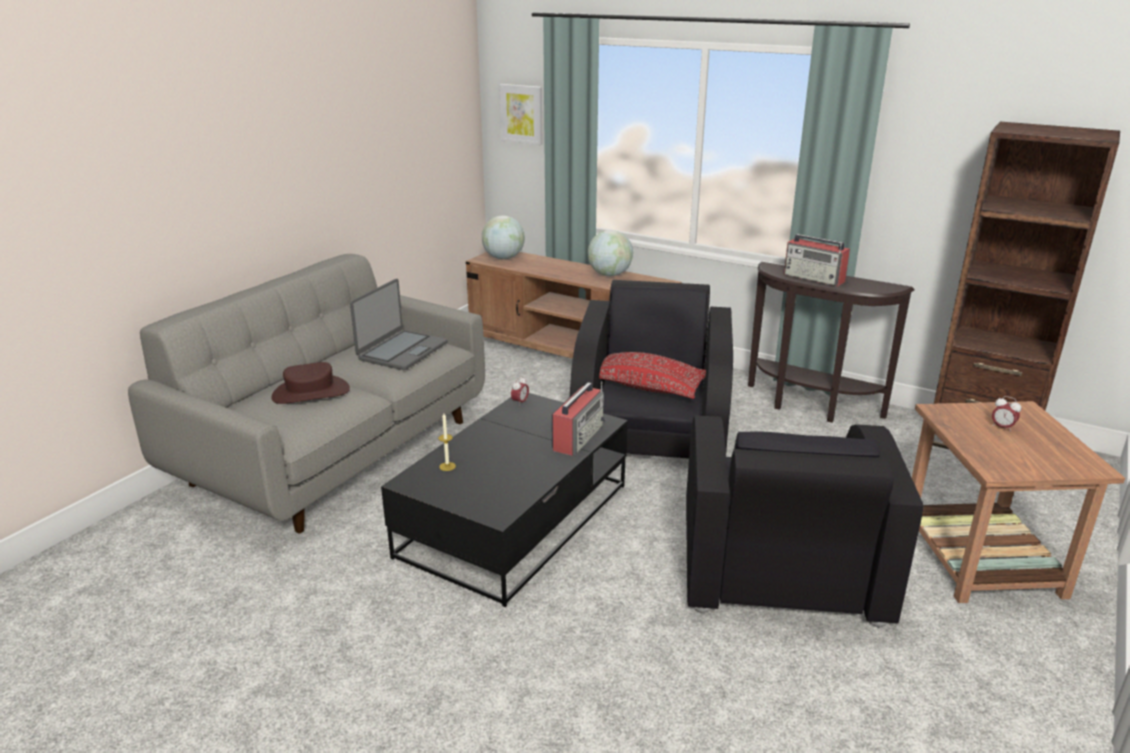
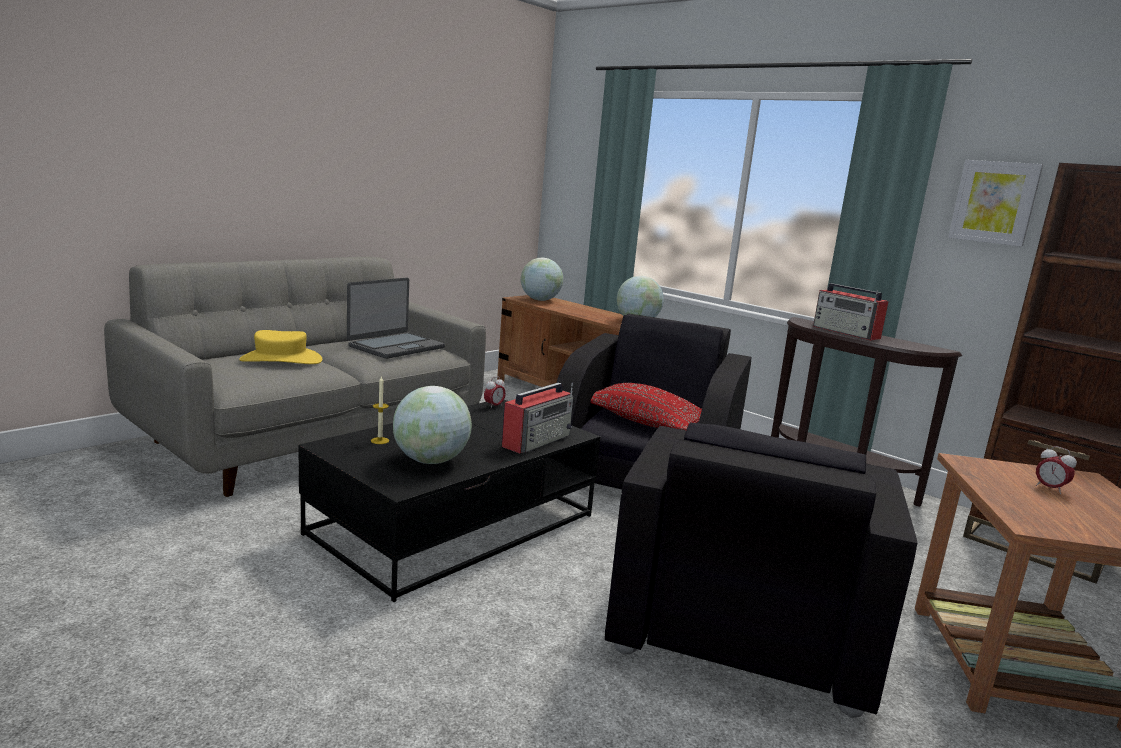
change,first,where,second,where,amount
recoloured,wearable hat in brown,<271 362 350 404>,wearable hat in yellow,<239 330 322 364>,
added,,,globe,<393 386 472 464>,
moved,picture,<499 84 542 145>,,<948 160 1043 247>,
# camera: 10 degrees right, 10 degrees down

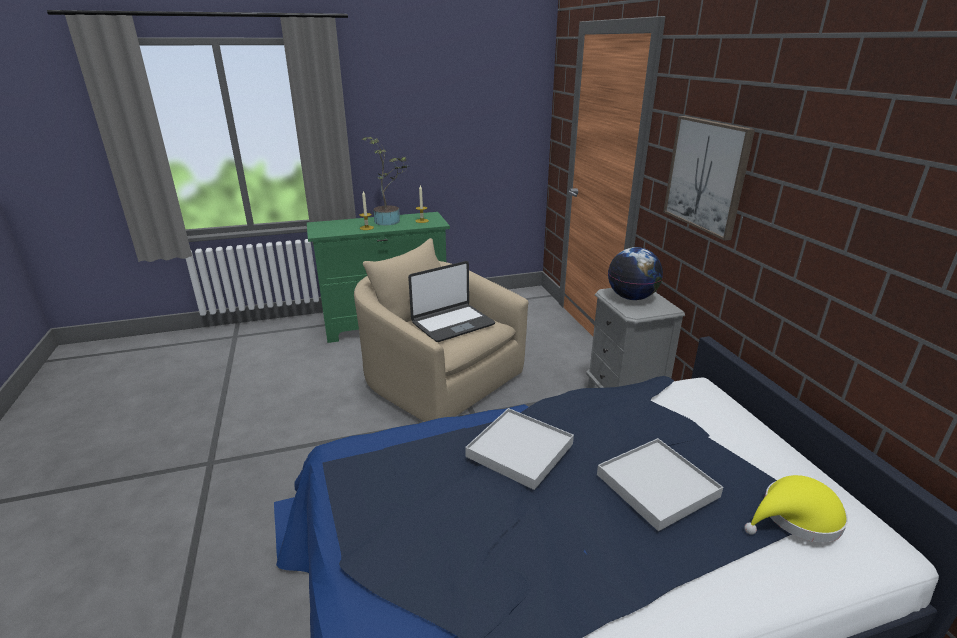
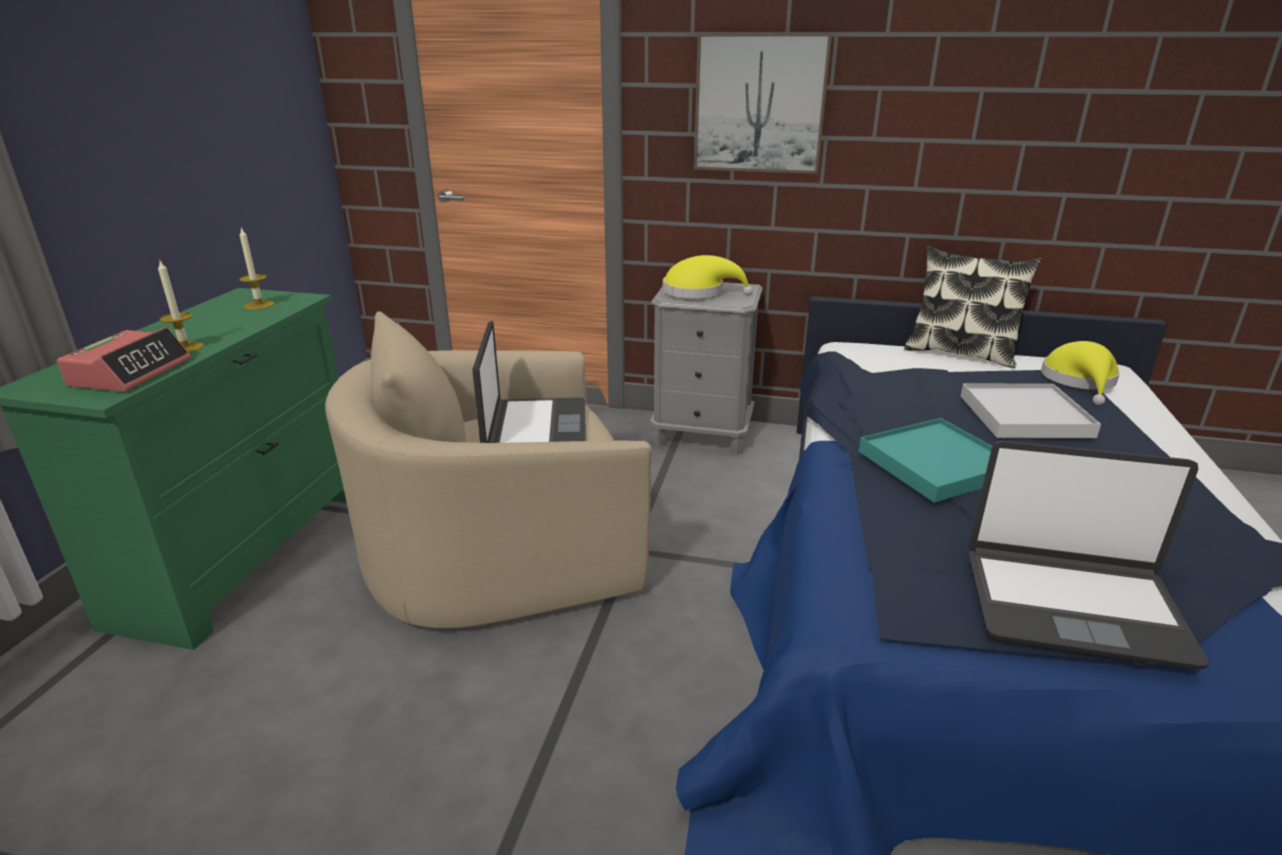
change,first,where,second,where,amount
added,,,alarm clock,<57 327 191 392>,
replaced,globe,<608 247 663 300>,wearable hat in yellow,<663 255 753 299>,
recoloured,tray in whitish,<465 408 574 490>,tray in turquoise-coloured,<859 418 993 503>,
added,,,cushion,<904 246 1041 368>,
added,,,laptop,<968 441 1209 670>,
removed,plant in a pot,<362 137 407 225>,,,
# camera: 60 degrees left, 0 degrees up

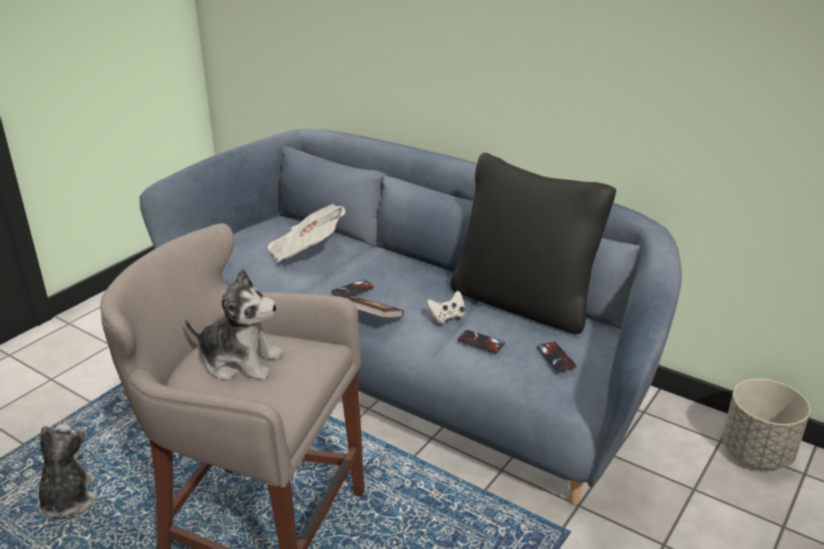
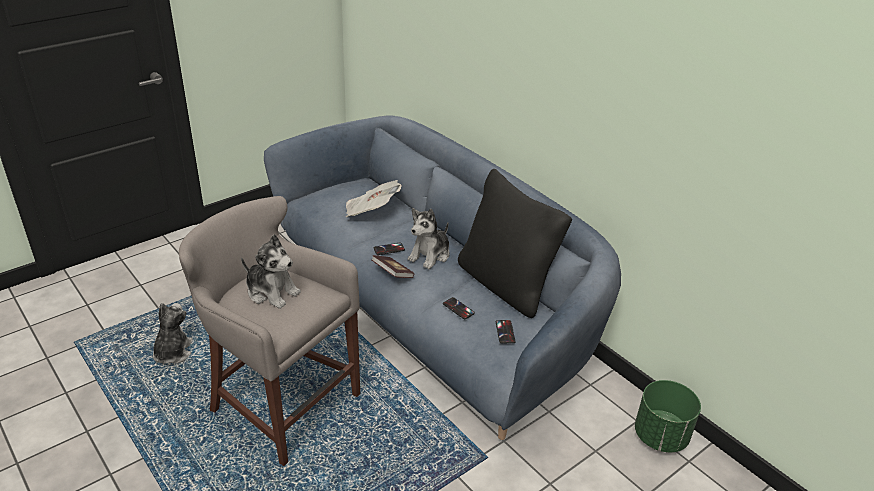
change,first,where,second,where,amount
added,,,soft toy,<407 208 449 269>,
recoloured,flower pot in greyish,<722 379 810 469>,flower pot in greenish,<635 380 701 453>,
removed,gamepad in whitish,<426 291 465 323>,,,
# camera: 15 degrees right, 5 degrees up

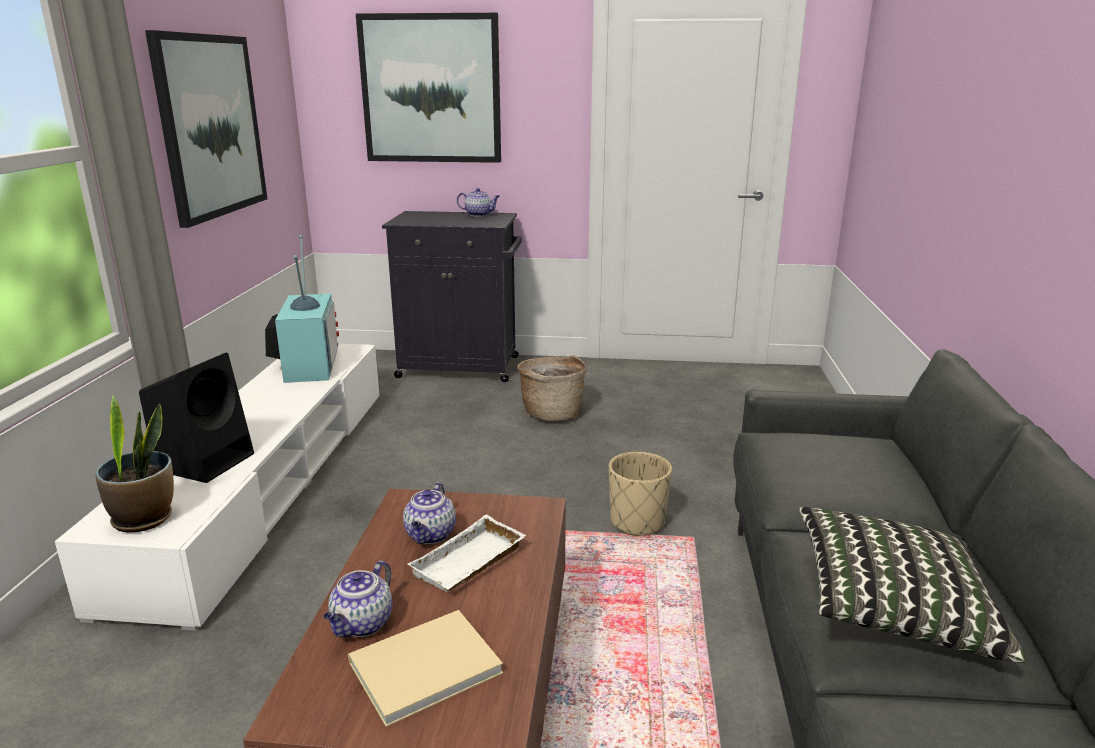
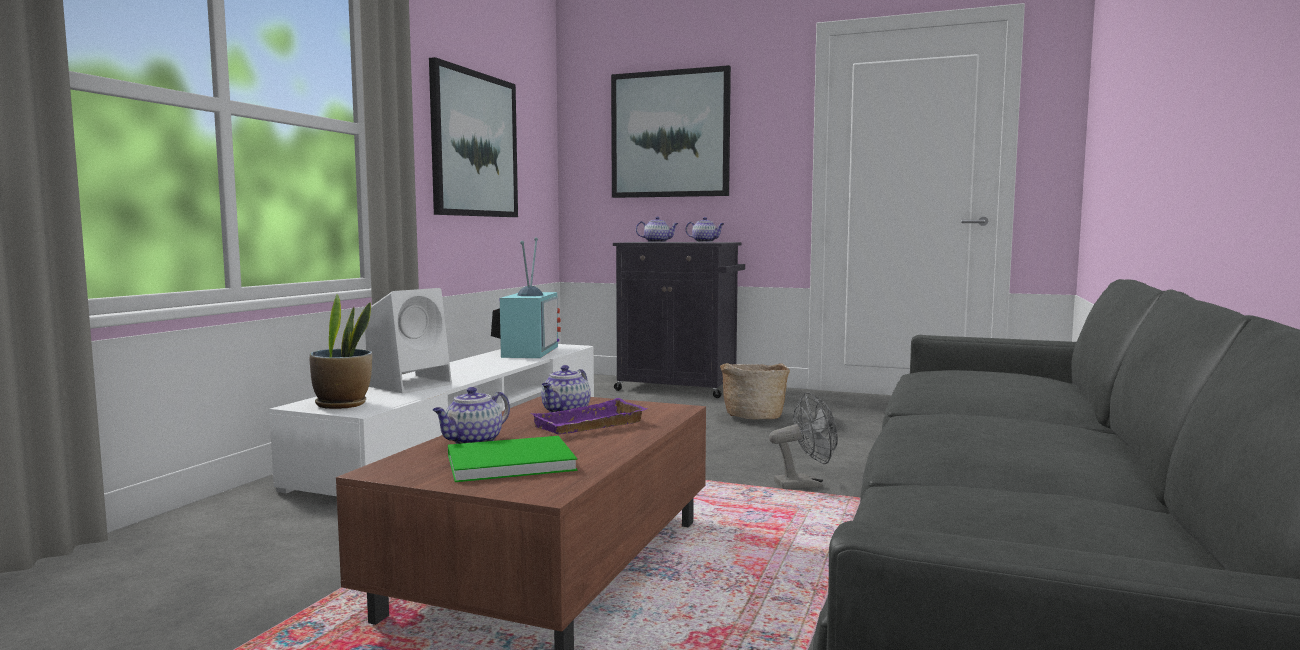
change,first,where,second,where,amount
recoloured,speaker in blackish,<139 352 254 483>,speaker in whitish,<365 288 452 394>,
recoloured,volume in beige,<348 610 503 727>,volume in greenish,<448 436 577 482>,
recoloured,tray in whitish,<407 515 526 592>,tray in purple,<530 398 647 434>,
added,,,teapot,<636 216 679 242>,
replaced,flower pot in beige,<609 452 672 536>,fan in greyish,<769 392 838 489>,
removed,cushion,<799 507 1026 663>,,,
# camera: 15 degrees right, 15 degrees down

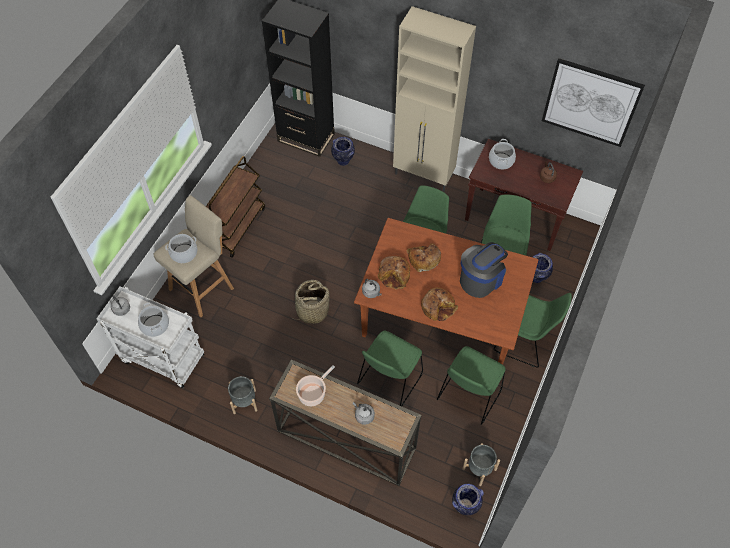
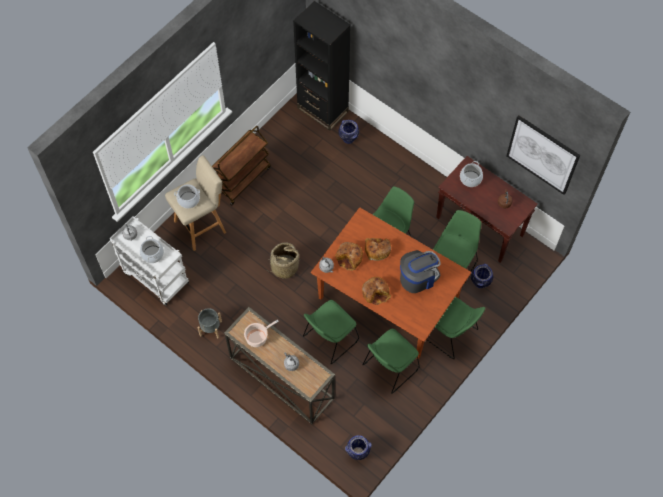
change,first,where,second,where,amount
removed,storage cabinet in beige,<393 6 476 192>,,,
removed,flower pot in greyish,<462 443 500 486>,,,
# camera: 15 degrees right, 5 degrees up

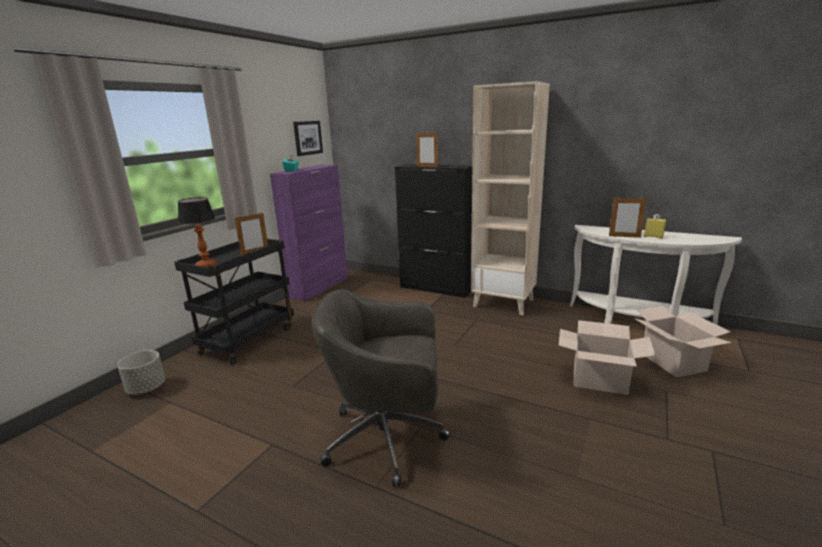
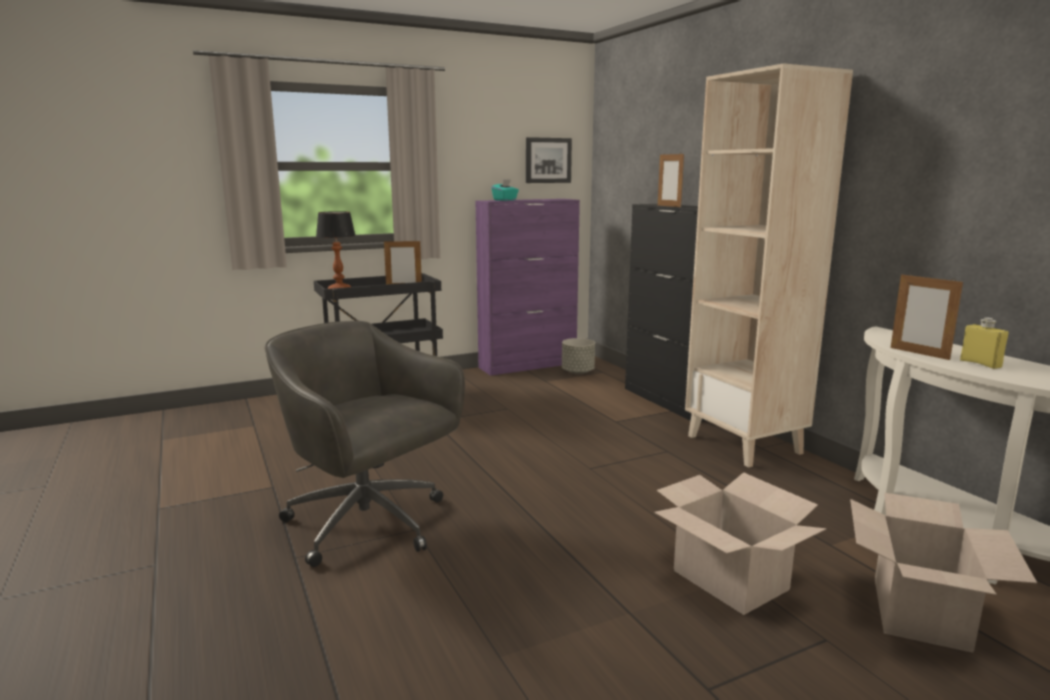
change,first,where,second,where,amount
moved,flower pot in greyish,<117 350 165 394>,,<562 338 595 374>,
# camera: 35 degrees right, 5 degrees down

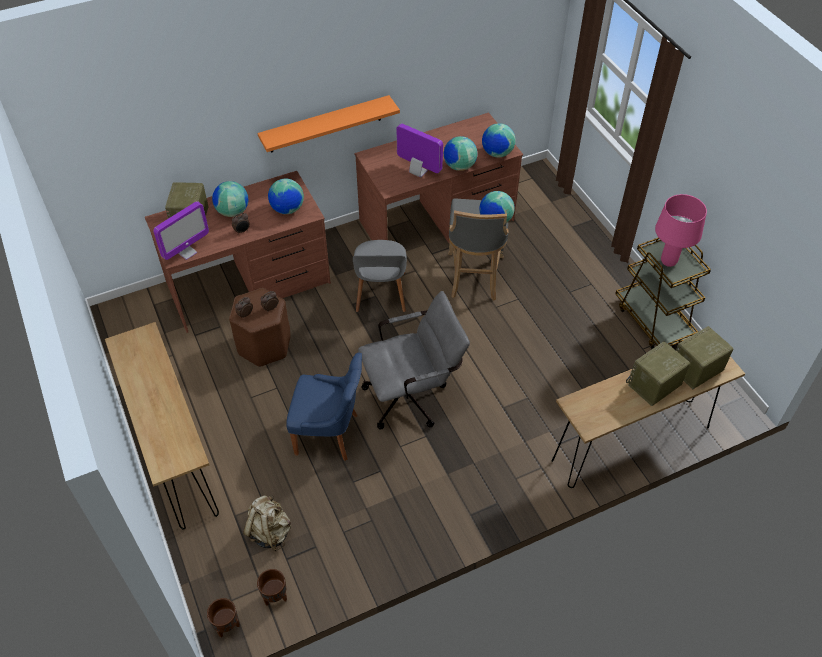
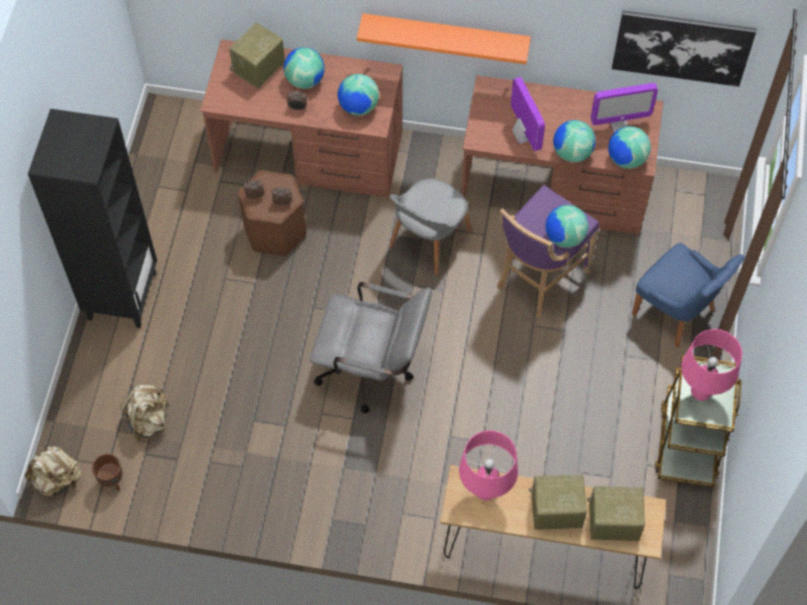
change,first,where,second,where,amount
replaced,flower pot in brown,<207 598 240 638>,knapsack in beige,<25 446 82 496>,
replaced,narrow table in brown,<105 322 219 530>,bookcase in blackish,<28 109 157 328>,
added,,,tabletop lamp in pink,<459 430 518 501>,
recoloured,sitting stool in greyish,<448 198 508 301>,sitting stool in purple,<497 185 599 317>,
moved,monitor,<153 201 209 260>,,<591 83 658 132>,
added,,,picture,<612 11 756 87>,
moved,chair in blue,<286 353 362 461>,,<632 243 745 347>,
# camera: 35 degrees right, 10 degrees up

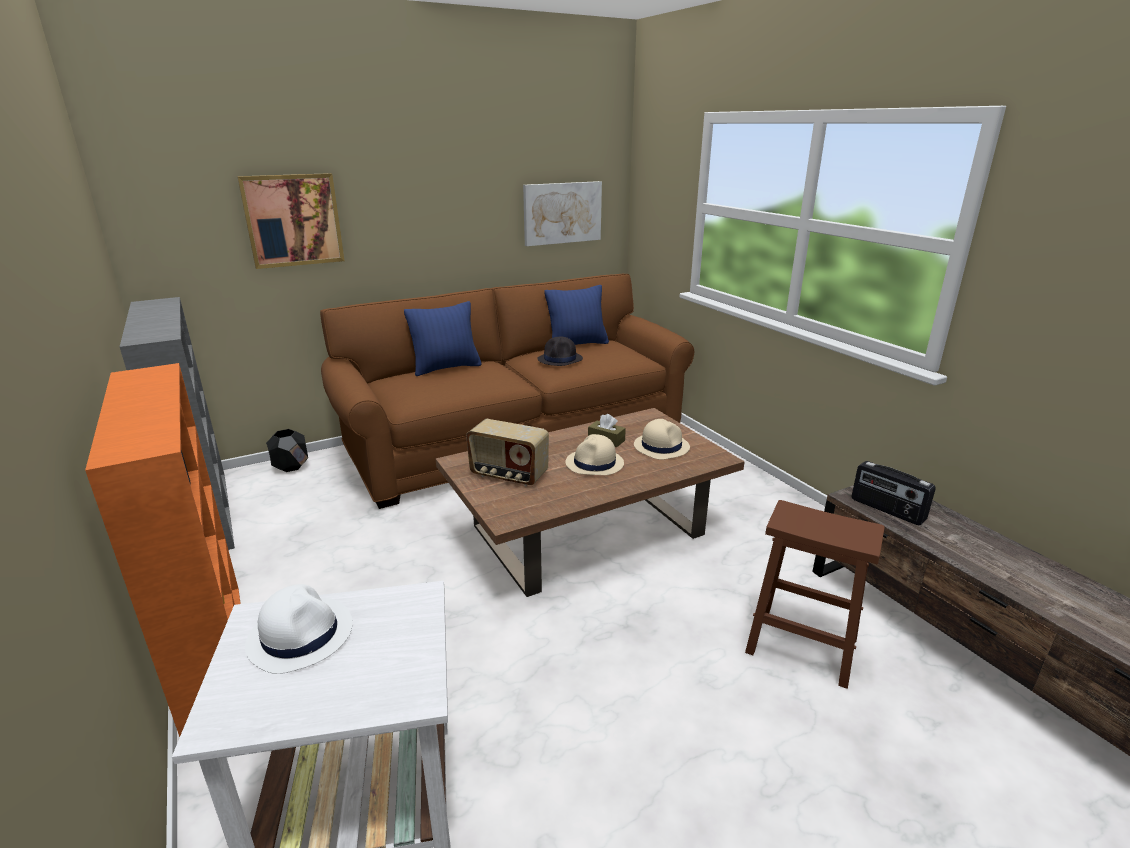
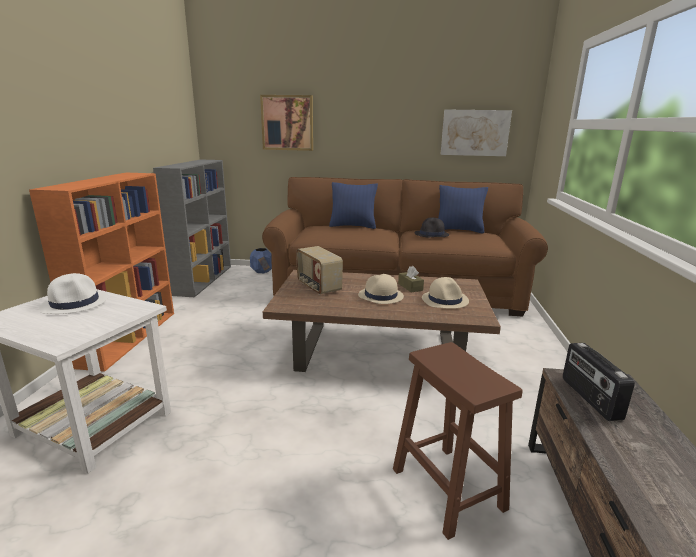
change,first,where,second,where,amount
recoloured,flower pot in blackish,<266 429 308 472>,flower pot in blue,<250 248 272 273>,
# camera: 35 degrees right, 5 degrees down

